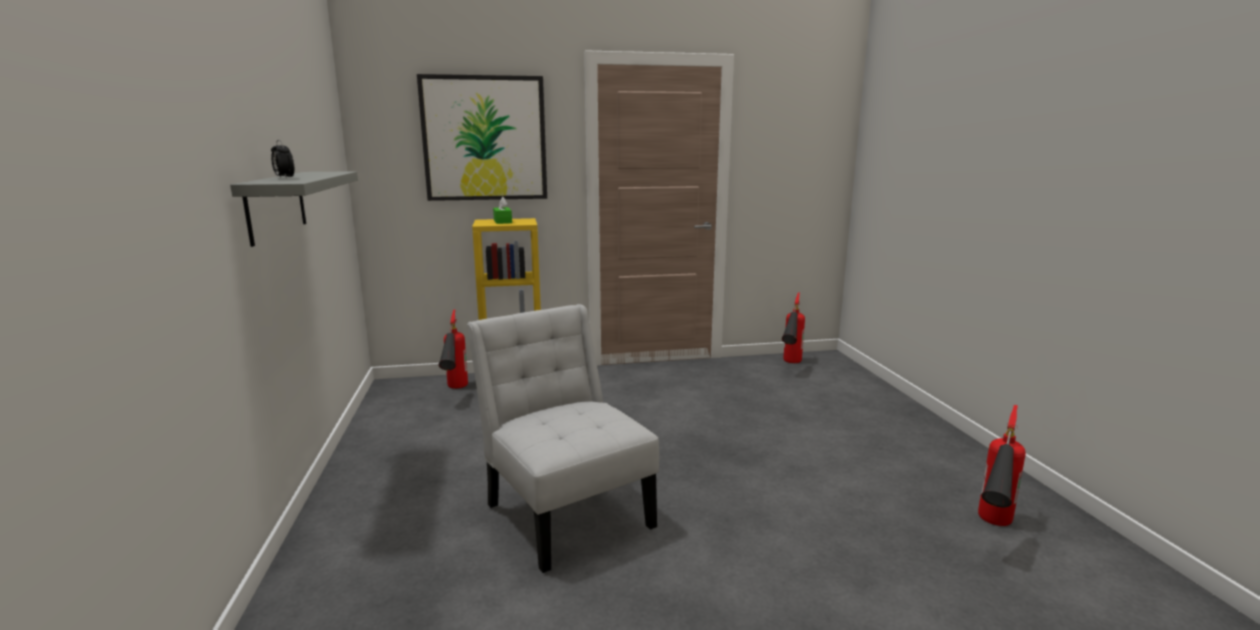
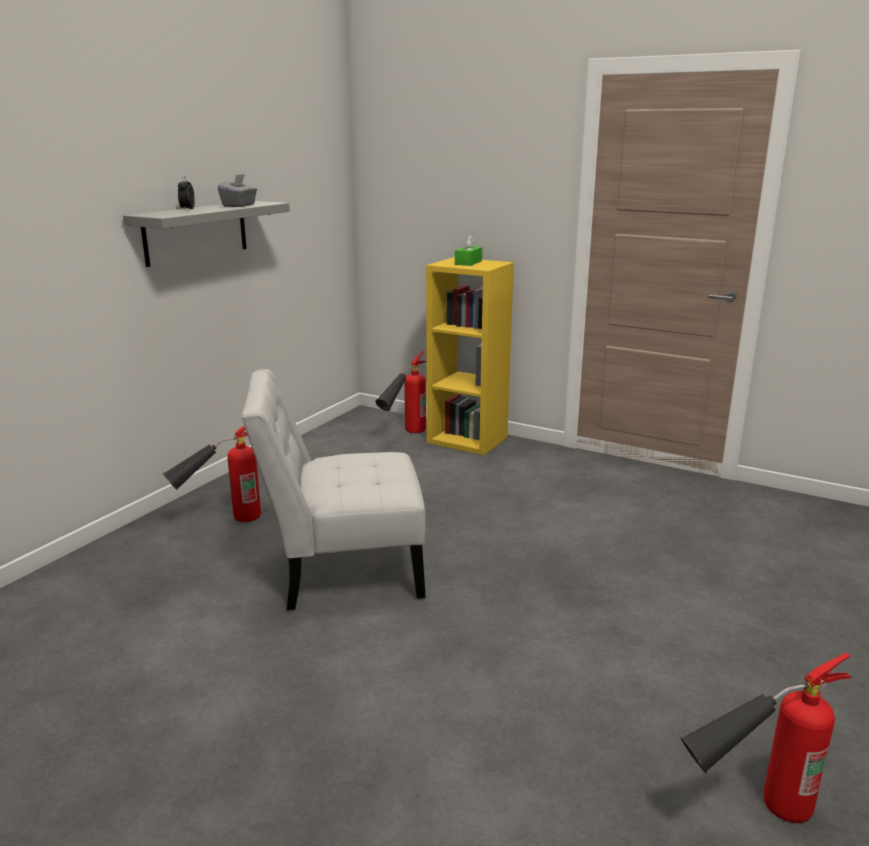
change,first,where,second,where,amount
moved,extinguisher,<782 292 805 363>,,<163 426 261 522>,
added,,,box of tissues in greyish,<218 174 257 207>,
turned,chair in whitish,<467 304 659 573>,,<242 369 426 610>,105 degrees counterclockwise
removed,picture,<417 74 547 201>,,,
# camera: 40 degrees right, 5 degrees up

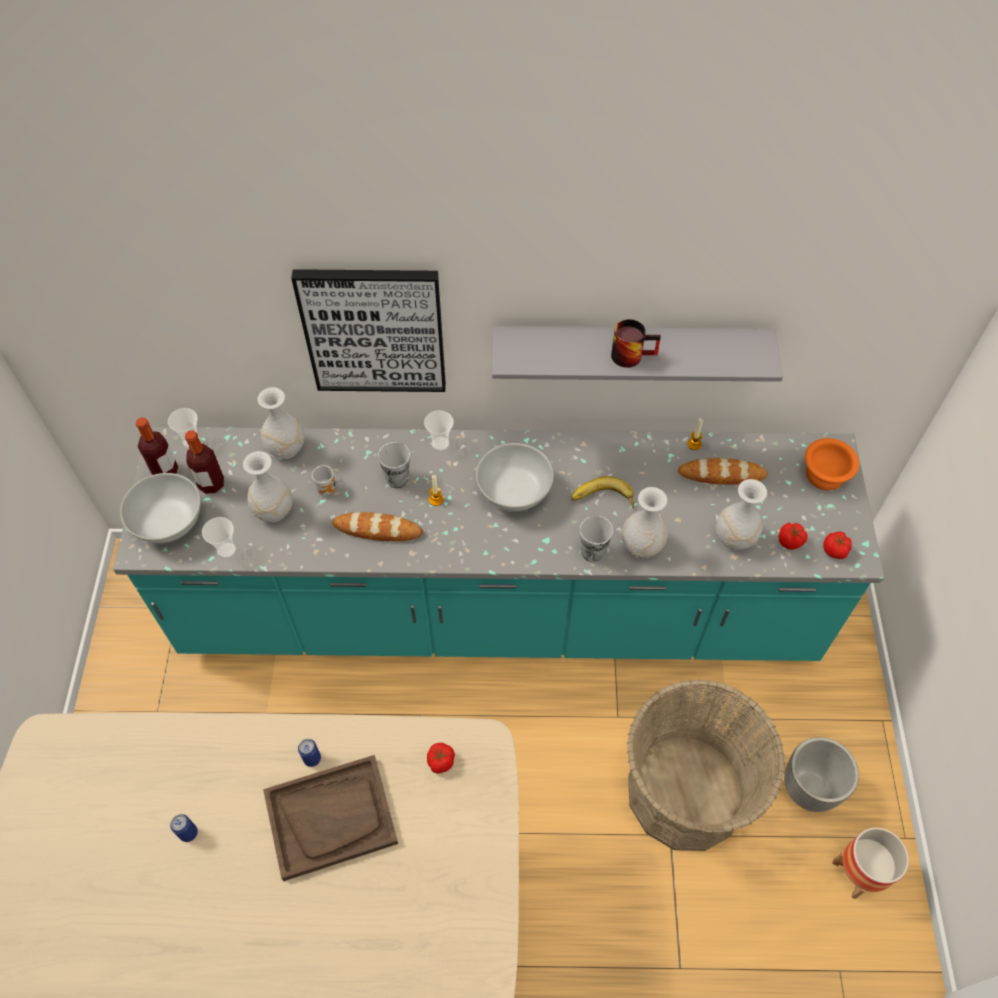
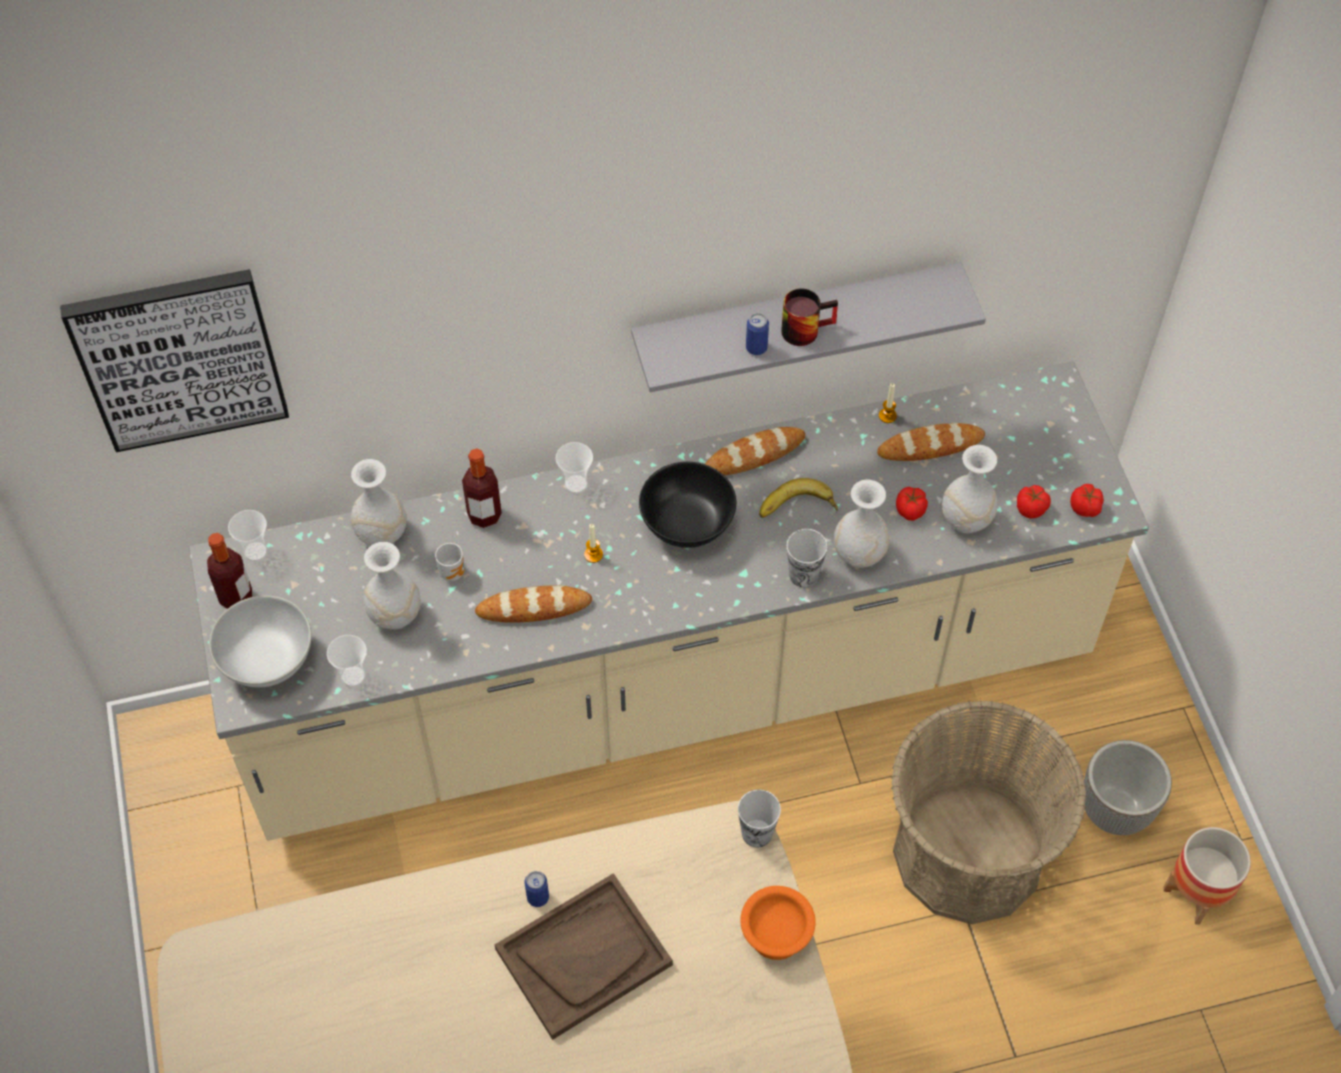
change,first,where,second,where,amount
moved,picture,<291 269 446 392>,,<60 269 289 452>,
recoloured,kitchen counter in turquoise-coloured,<113 427 885 661>,kitchen counter in beige,<189 361 1149 841>,
moved,bottle,<185 430 224 494>,,<462 448 502 528>,
recoloured,bowl in whitish,<476 443 554 511>,bowl in blackish,<639 462 736 548>,
added,,,bakery bread,<705 427 805 476>,
moved,cup,<378 442 410 488>,,<738 789 781 847>,
moved,bowl in orange-coloured,<805 438 859 490>,,<740 886 816 960>,
moved,can,<170 814 198 842>,,<746 313 769 355>,
moved,whole tomato,<427 743 455 774>,,<896 487 928 521>,
# camera: 15 degrees left, 0 degrees up

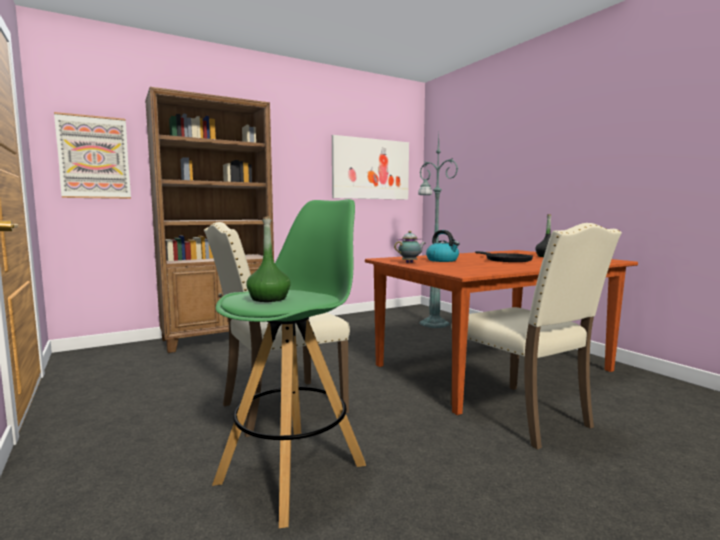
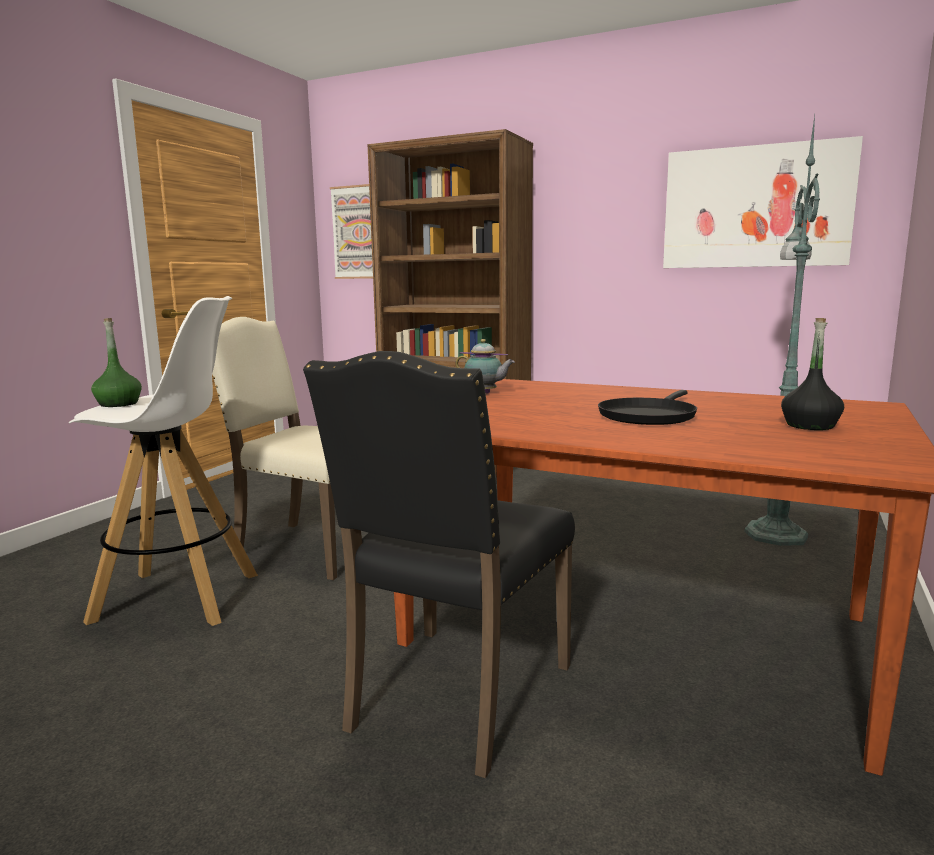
change,first,where,second,where,amount
recoloured,sitting stool in greenish,<212 199 366 528>,sitting stool in whitish,<69 296 258 626>,
recoloured,chair in beige,<450 223 622 449>,chair in blackish,<303 351 575 778>,
removed,water kettle,<426 230 460 262>,,,
# camera: 55 degrees right, 5 degrees up

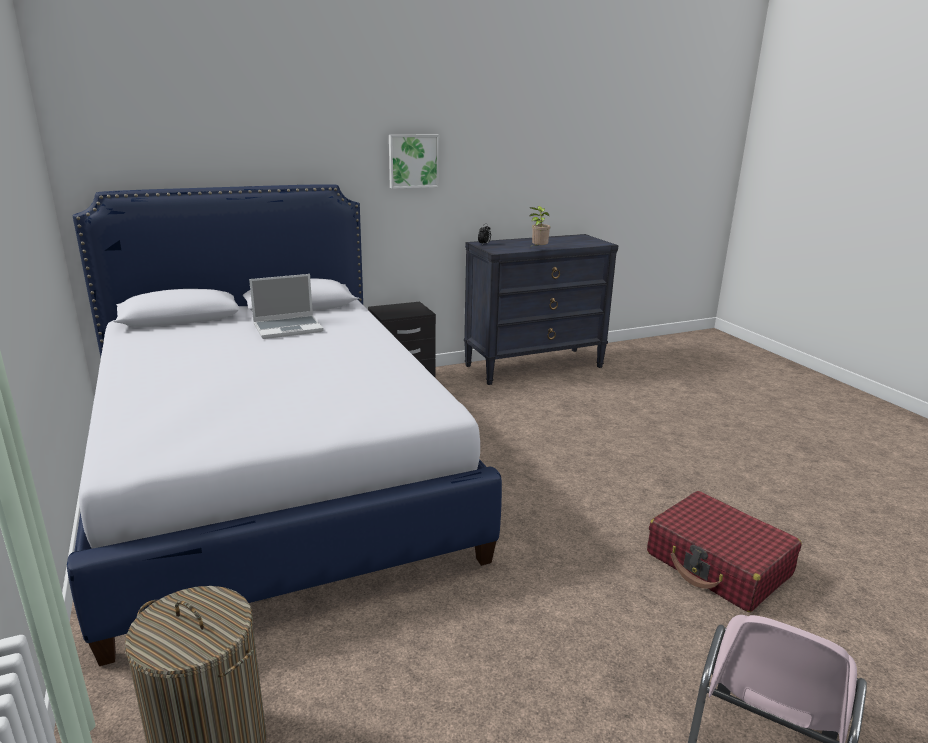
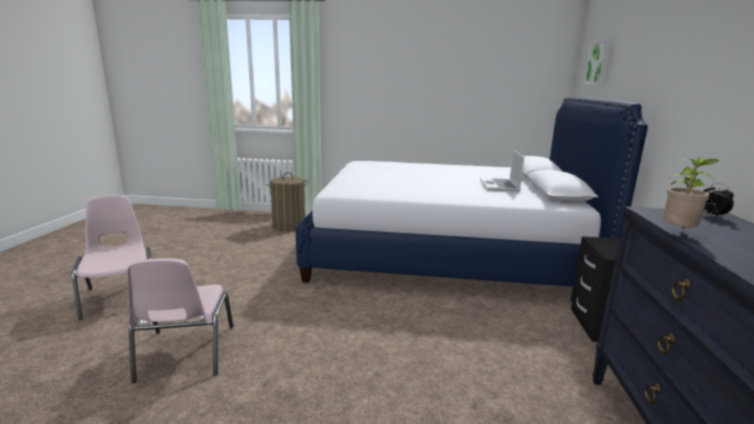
change,first,where,second,where,amount
replaced,travel case in red-coloured,<647 491 802 612>,chair in pink,<128 258 233 383>,
moved,picture,<389 135 439 189>,,<584 39 612 85>,
# camera: 120 degrees right, 5 degrees down

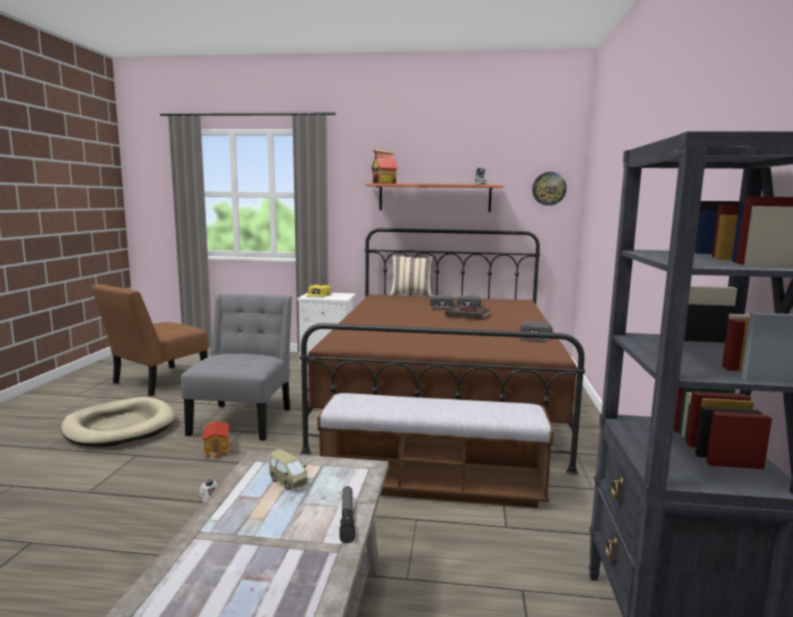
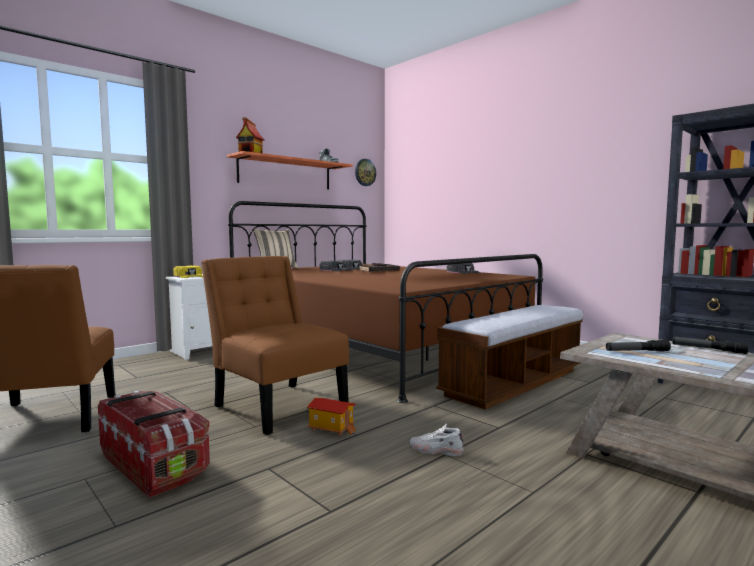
change,first,where,second,where,amount
replaced,pet bed in beige,<61 397 175 447>,storage bin,<98 390 210 498>,
recoloured,chair in greyish,<181 294 292 441>,chair in brown,<201 256 349 435>,
replaced,model car,<269 449 308 490>,torch,<606 340 671 351>,
# camera: 50 degrees left, 5 degrees down

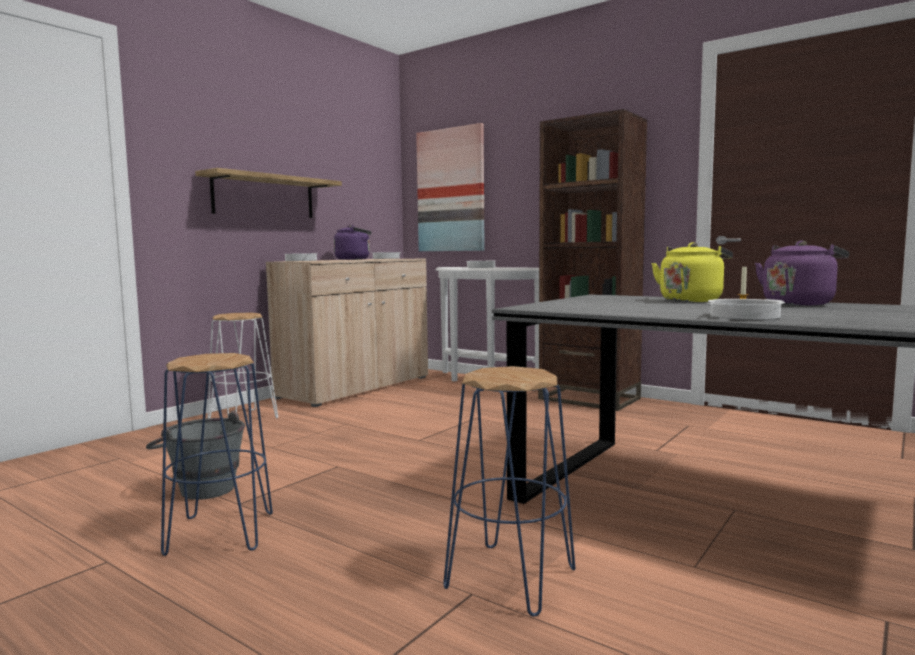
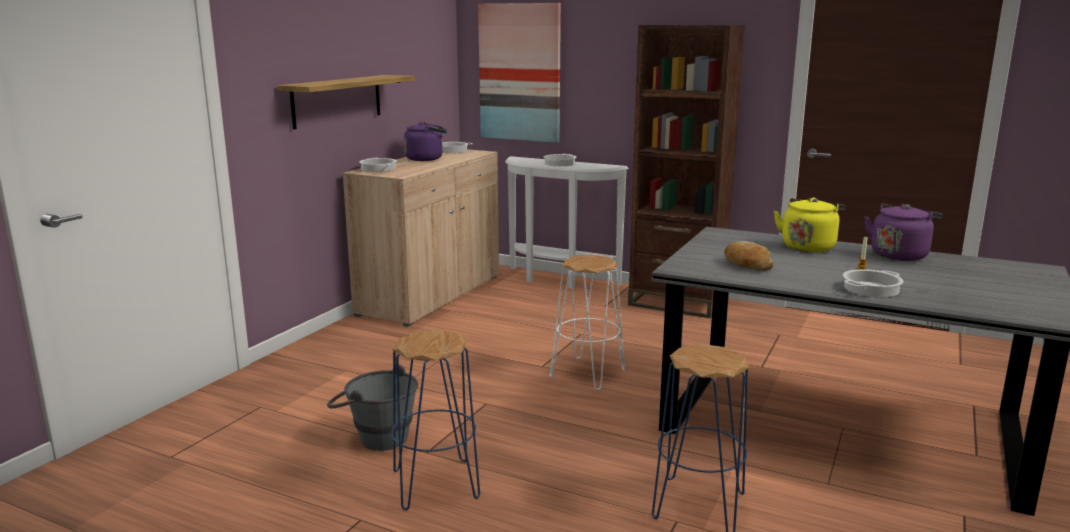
change,first,where,second,where,amount
moved,sitting stool in whitish,<208 313 278 418>,,<550 255 625 390>,
added,,,bakery bread,<725 241 774 271>,
# camera: 10 degrees left, 10 degrees up

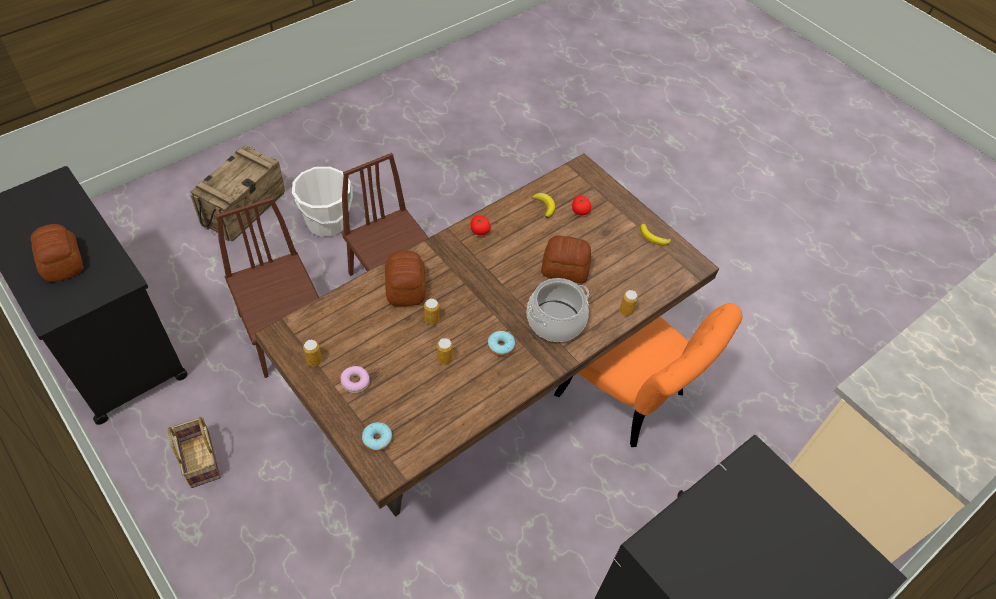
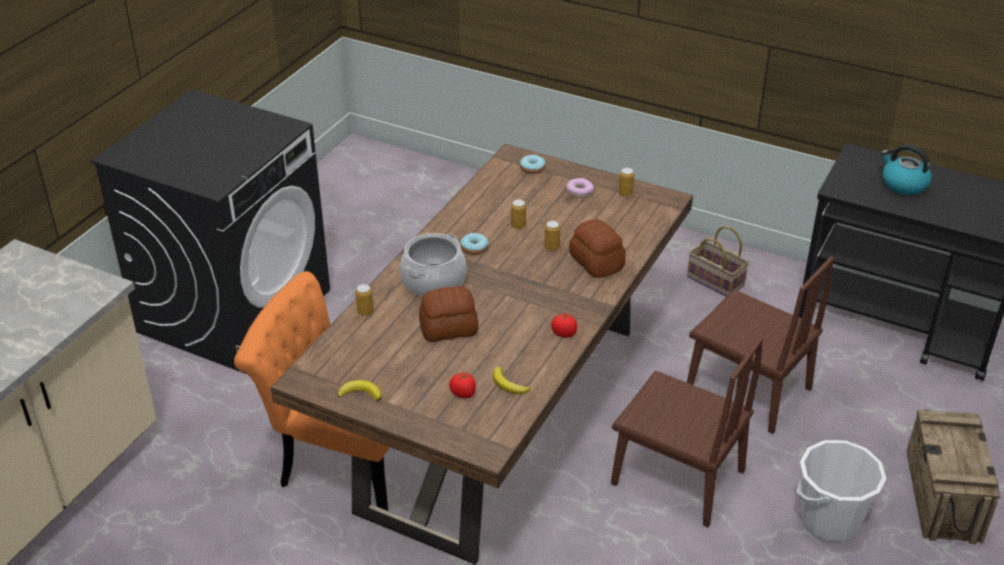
change,first,where,second,where,amount
replaced,bakery bread,<30 224 83 282>,water kettle,<881 144 932 195>,
# camera: 160 degrees right, 15 degrees down

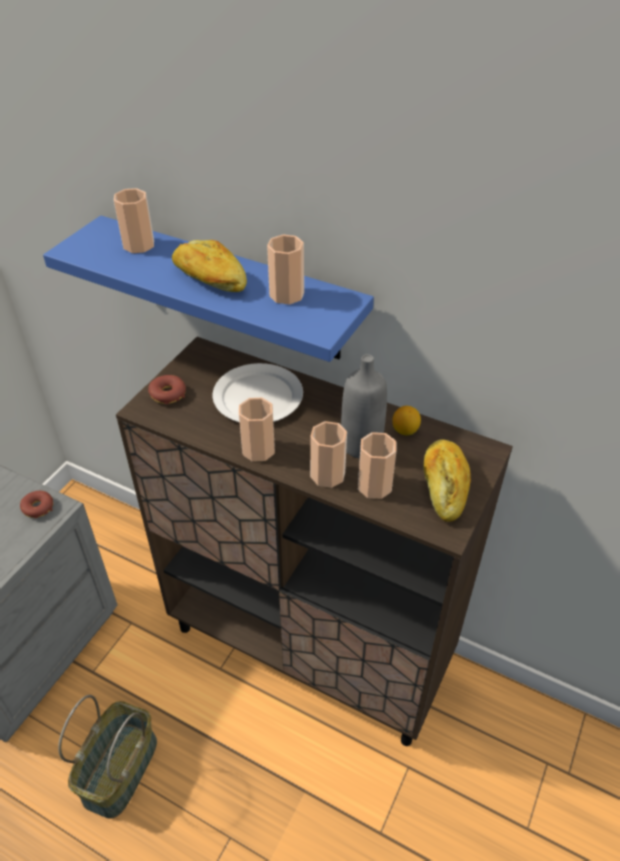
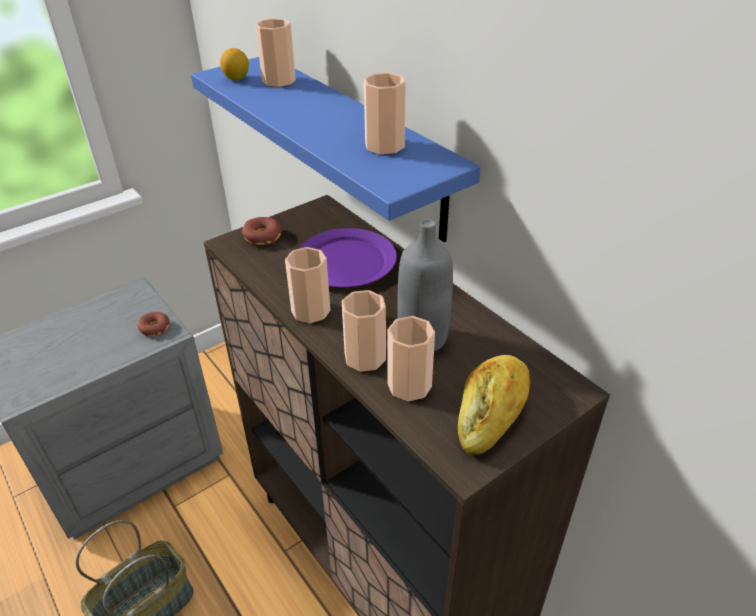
change,first,where,second,where,amount
moved,whole lemon,<392 406 421 435>,,<220 48 249 80>,
recoloured,dinner plate in whitish,<212 363 303 422>,dinner plate in purple,<299 228 397 287>,
removed,bakery bread,<172 240 247 292>,,,
# camera: 25 degrees right, 5 degrees down

